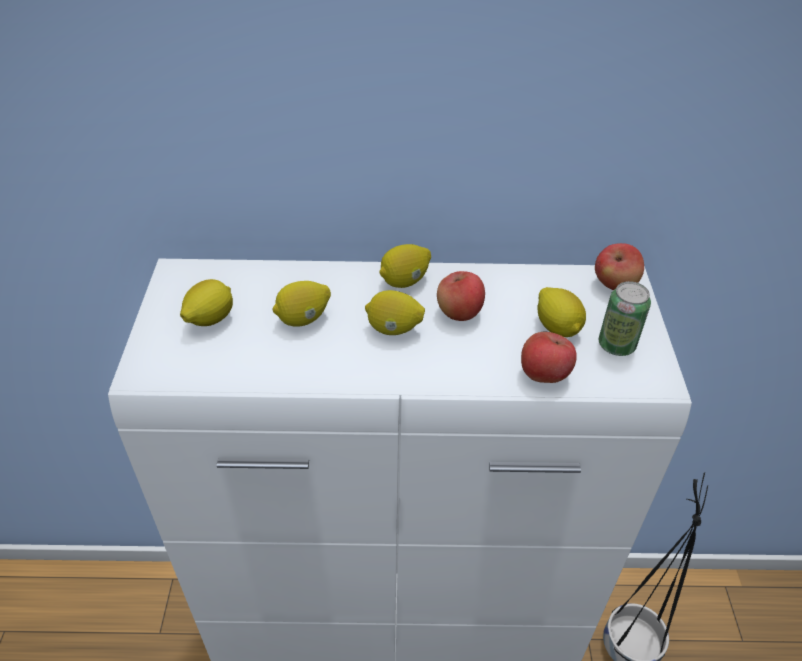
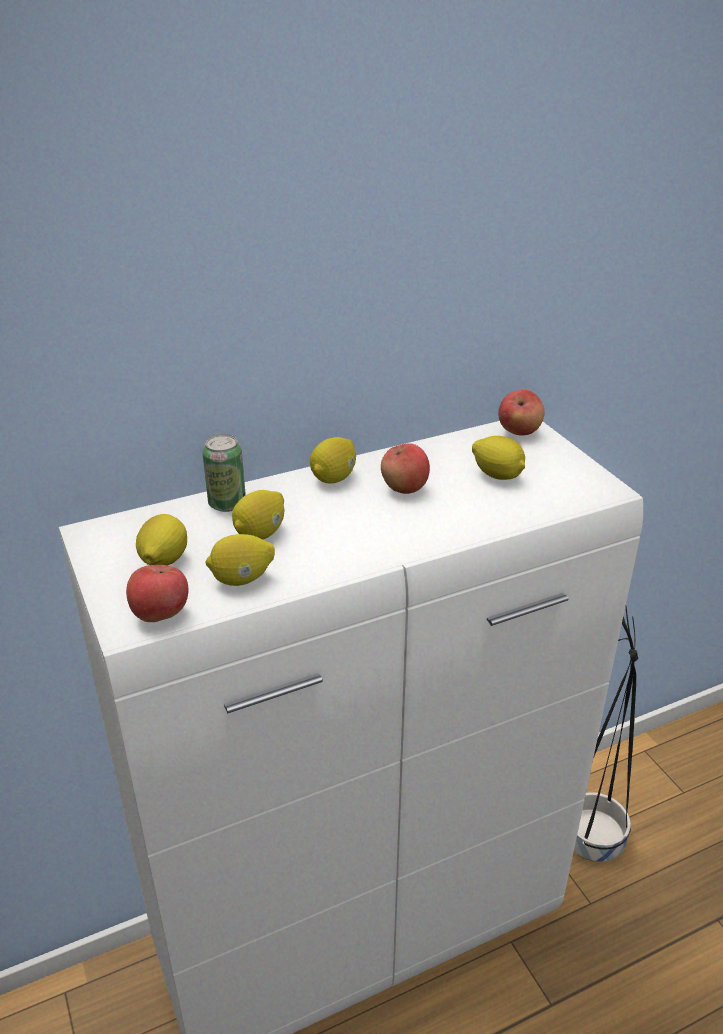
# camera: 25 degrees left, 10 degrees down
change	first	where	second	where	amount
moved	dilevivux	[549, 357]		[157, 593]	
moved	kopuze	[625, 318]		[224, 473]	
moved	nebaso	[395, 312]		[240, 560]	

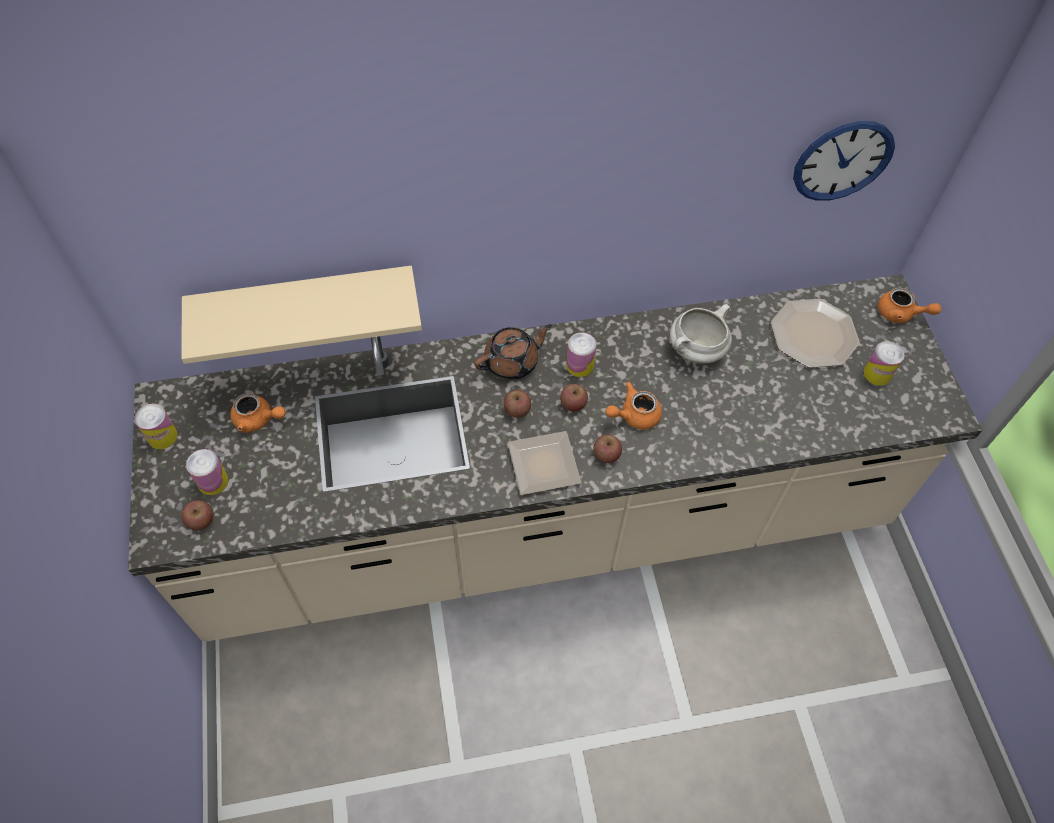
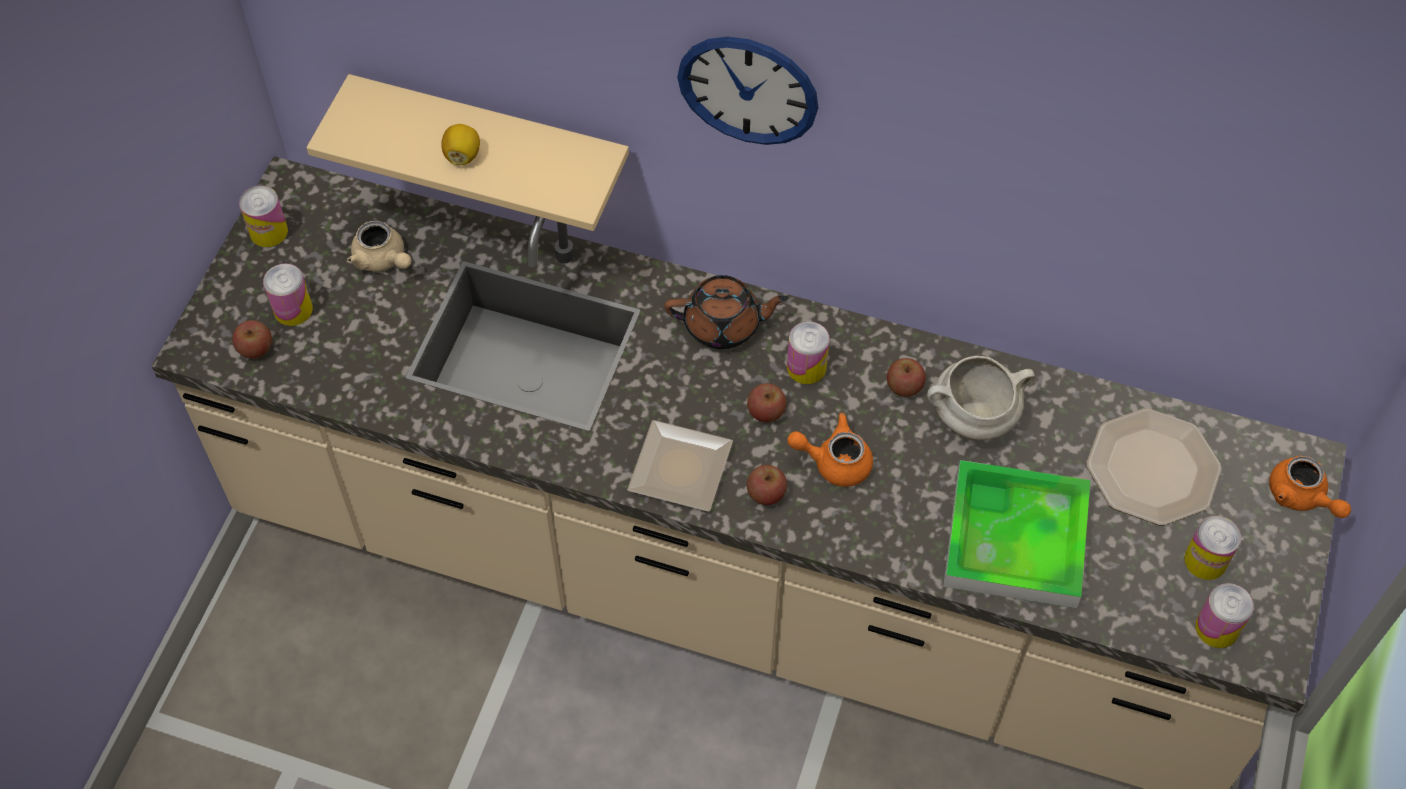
# camera: 30 degrees right, 0 degrees up
change	first	where	second	where	amount
recoloured	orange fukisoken	[258, 413]	beige fukisoken	[379, 246]	
added			nebaso	[460, 144]	
moved	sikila	[844, 161]		[748, 91]	
moved	dilevivux	[517, 404]		[906, 377]	
added			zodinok	[1016, 534]	
added			kopuze	[1224, 615]	

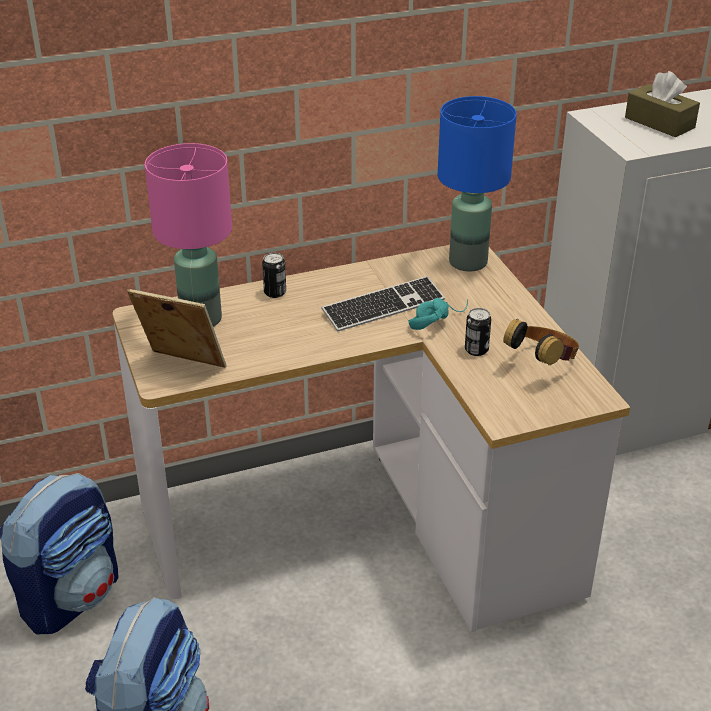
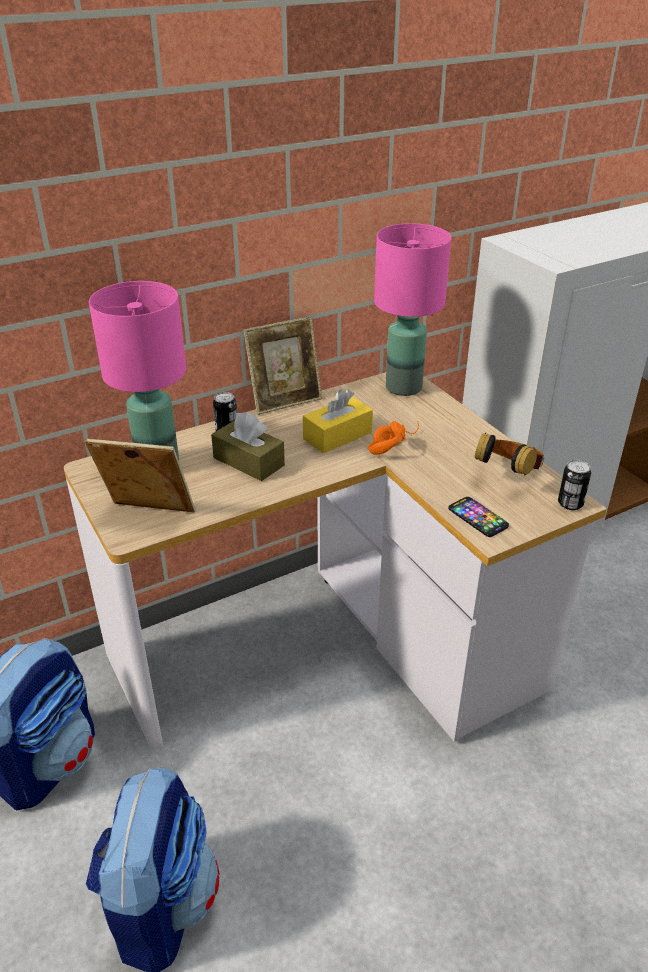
# camera: 10 degrees left, 0 degrees up
change	first	where	second	where	amount
moved	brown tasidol	[662, 104]		[248, 446]	
added			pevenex	[282, 366]	
replaced	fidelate	[383, 303]	yellow tasidol	[338, 421]	
recoloured	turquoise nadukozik	[438, 314]	orange nadukozik	[393, 438]	
recoloured	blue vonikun	[477, 183]	pink vonikun	[412, 309]	
added			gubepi	[478, 517]	
moved	kopuze	[478, 332]		[574, 485]	

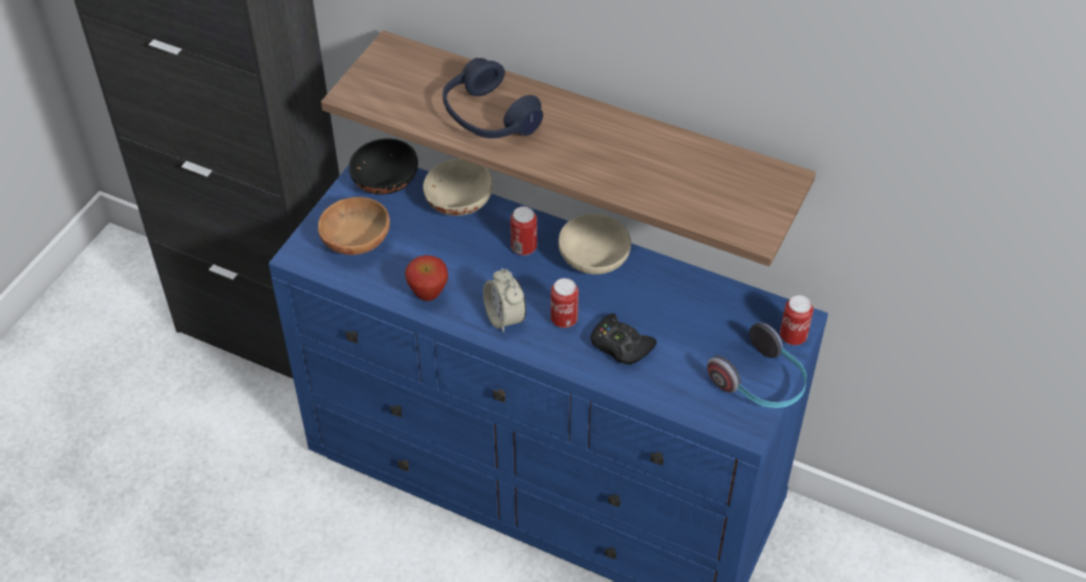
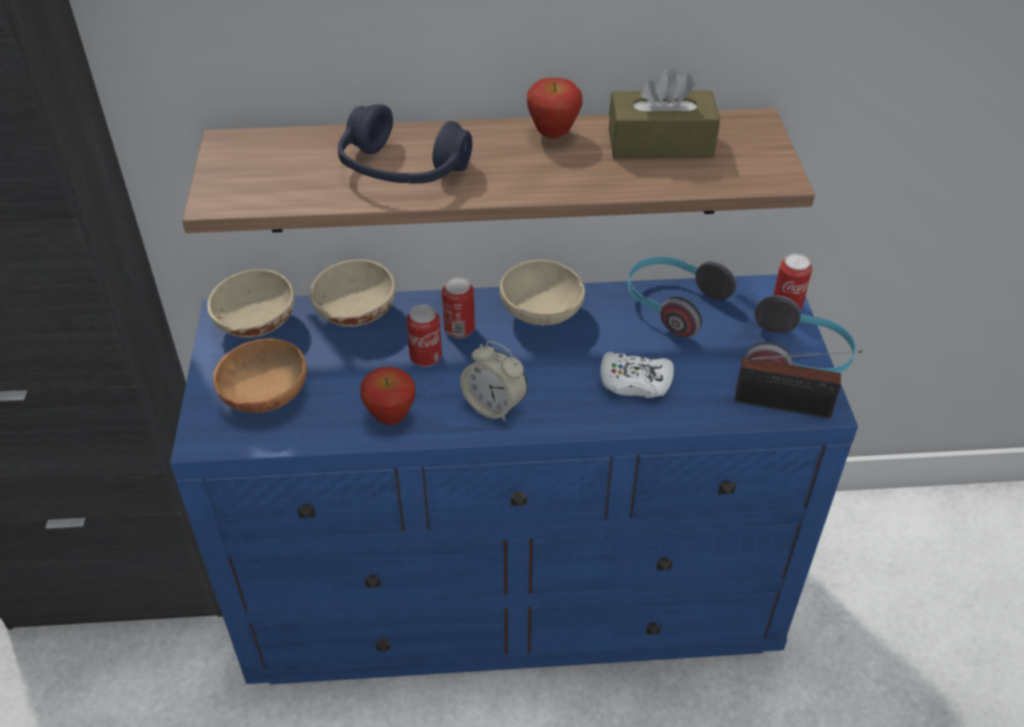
# camera: 30 degrees left, 5 degrees down
change	first	where	second	where	amount
recoloured	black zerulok	[383, 167]	beige zerulok	[251, 303]	
moved	kopuze	[565, 303]		[424, 336]	
added			dilevivux	[554, 108]	
recoloured	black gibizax	[623, 339]	white gibizax	[637, 375]	
added			brown tasidol	[664, 113]	
added			nadukozik	[682, 297]	
added			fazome	[798, 384]	

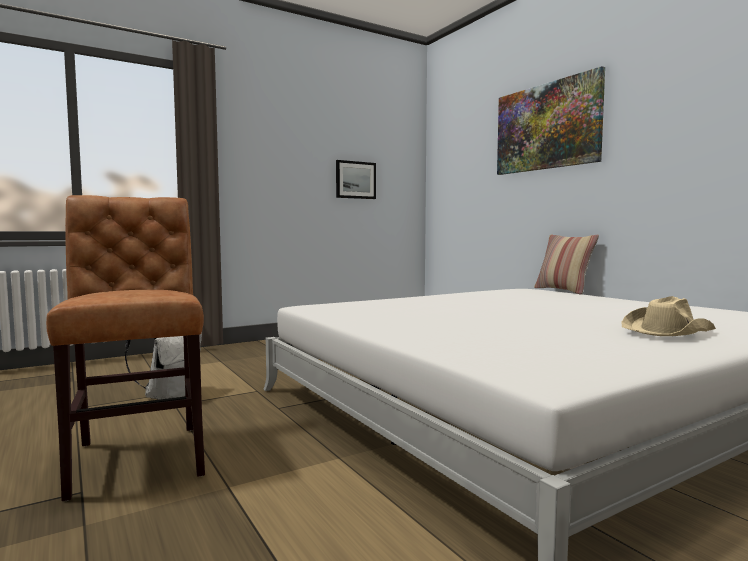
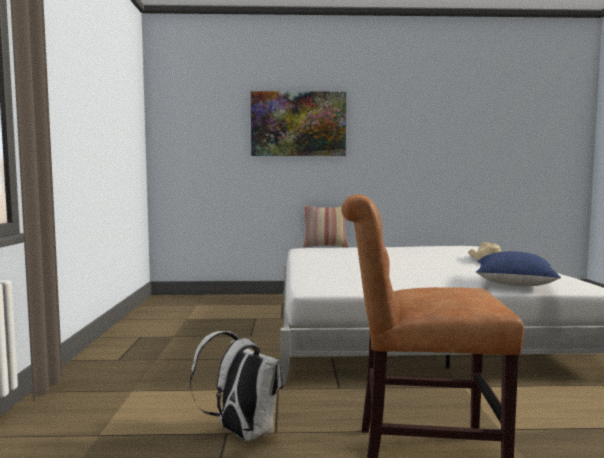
# camera: 60 degrees left, 0 degrees up
change	first	where	second	where	amount
added			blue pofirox	[518, 268]	
removed	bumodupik	[356, 179]			

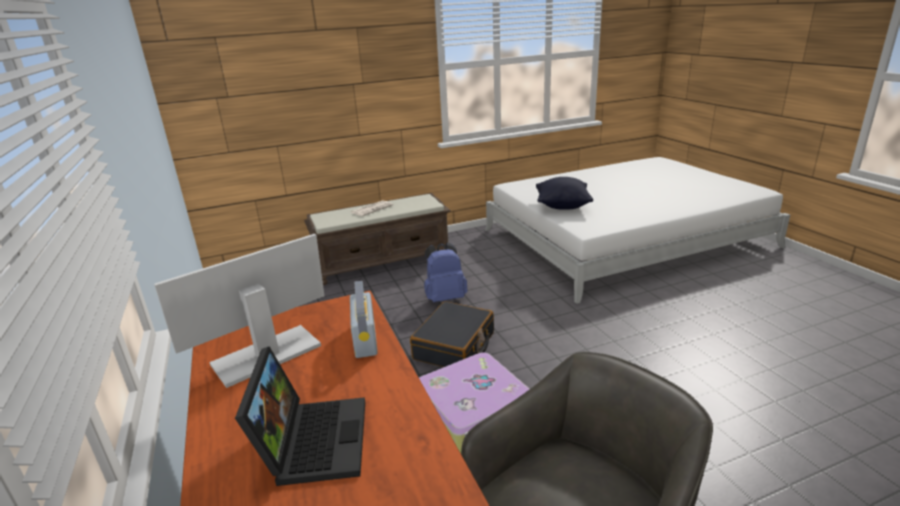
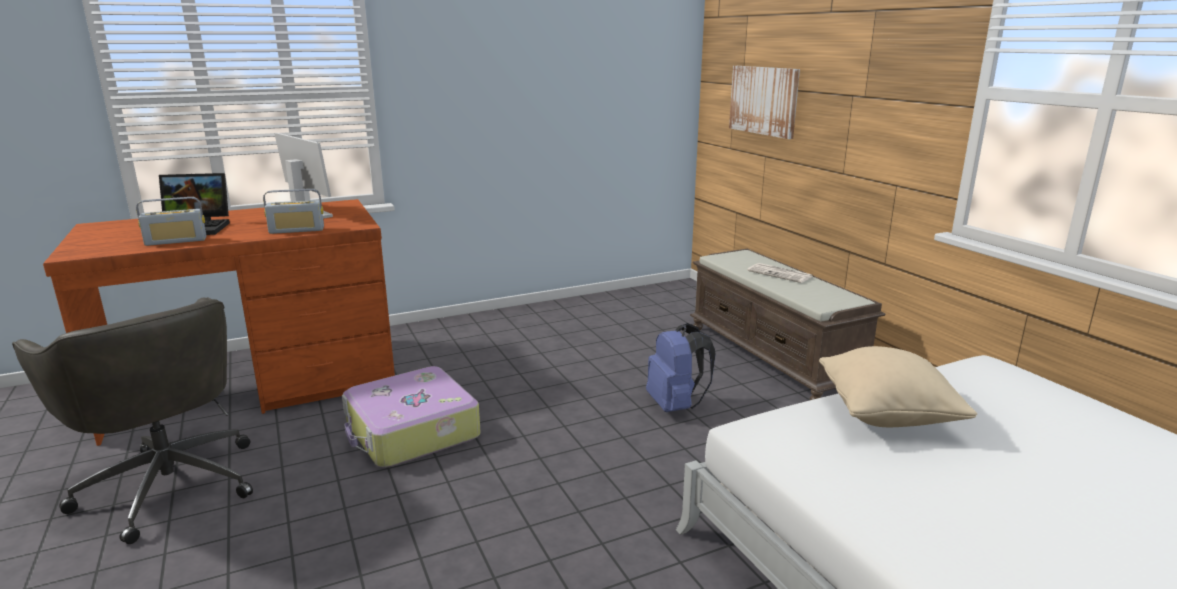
# camera: 85 degrees right, 5 degrees down
change	first	where	second	where	amount
added			fazome	[171, 221]	
added			bumodupik	[764, 102]	
recoloured	black pofirox	[564, 193]	beige pofirox	[898, 386]	
removed	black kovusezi	[452, 334]			

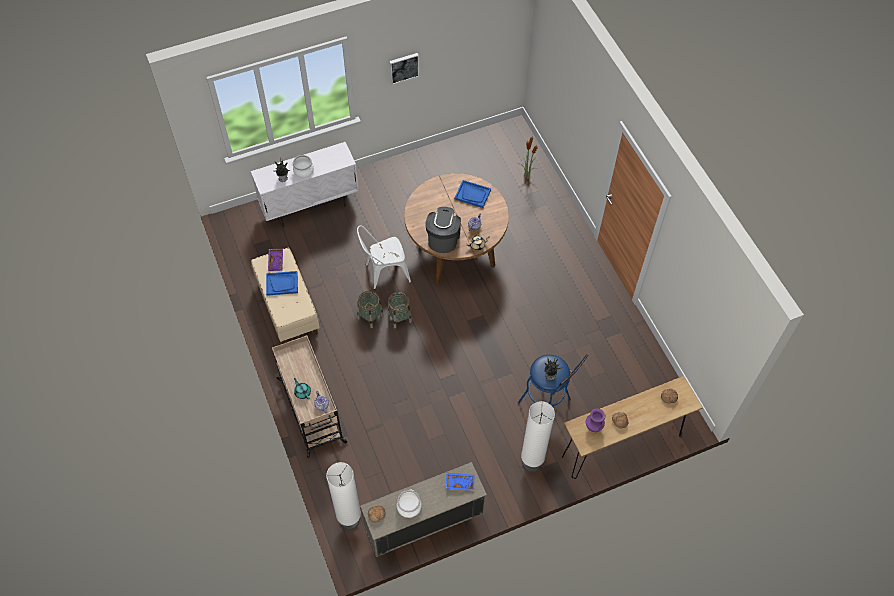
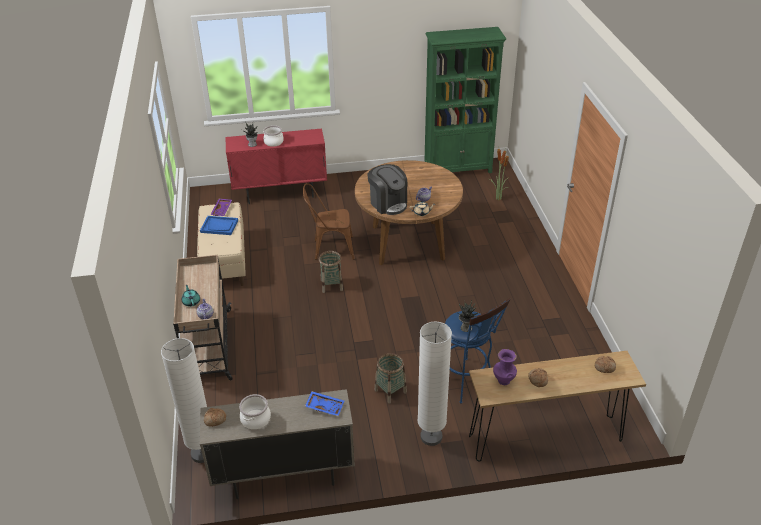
# camera: 15 degrees right, 20 degrees down
change	first	where	second	where	amount
recoloured	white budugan	[305, 184]	red budugan	[276, 166]	
recoloured	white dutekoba	[384, 257]	brown dutekoba	[328, 221]	
turned	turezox	[443, 230]		[387, 189]	120 degrees clockwise
moved	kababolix	[370, 309]		[391, 378]	
added			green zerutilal	[465, 100]	
removed	bumodupik	[404, 68]			
removed	blue zodinok	[473, 194]			

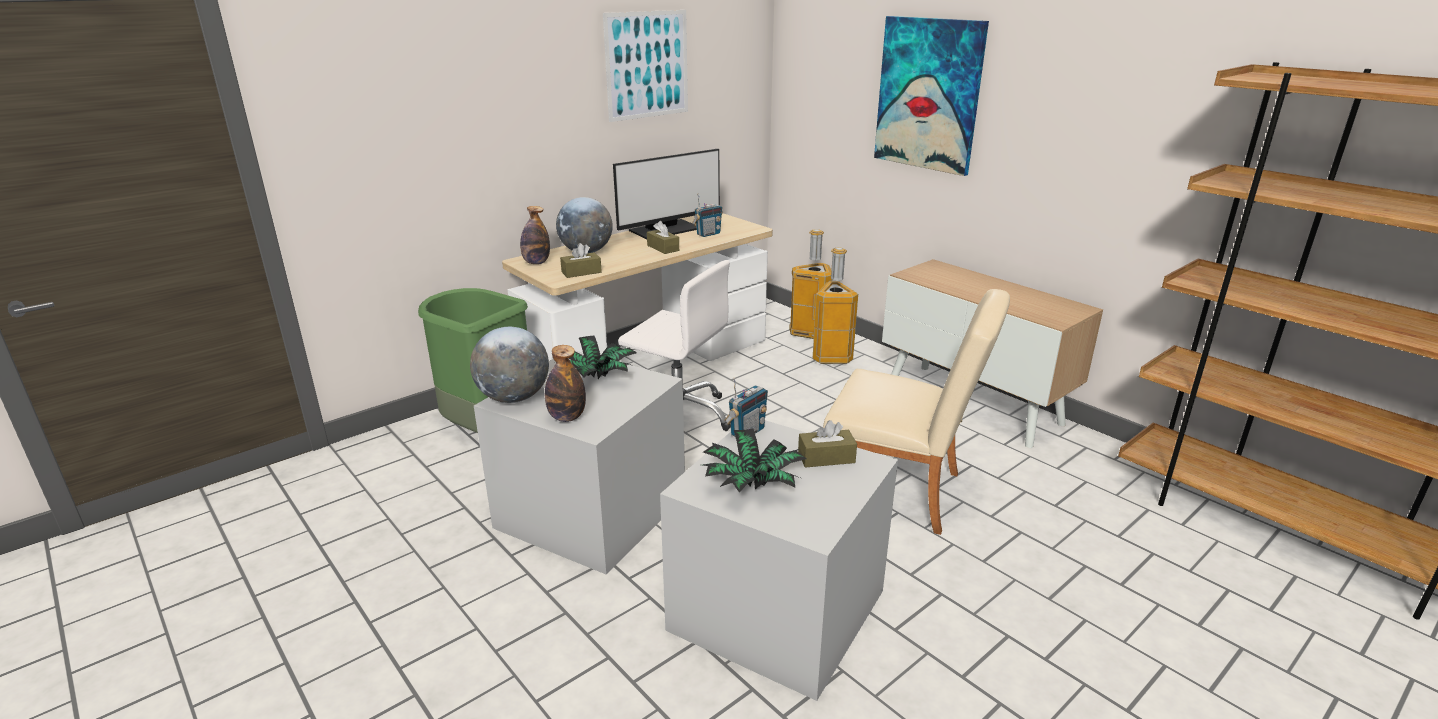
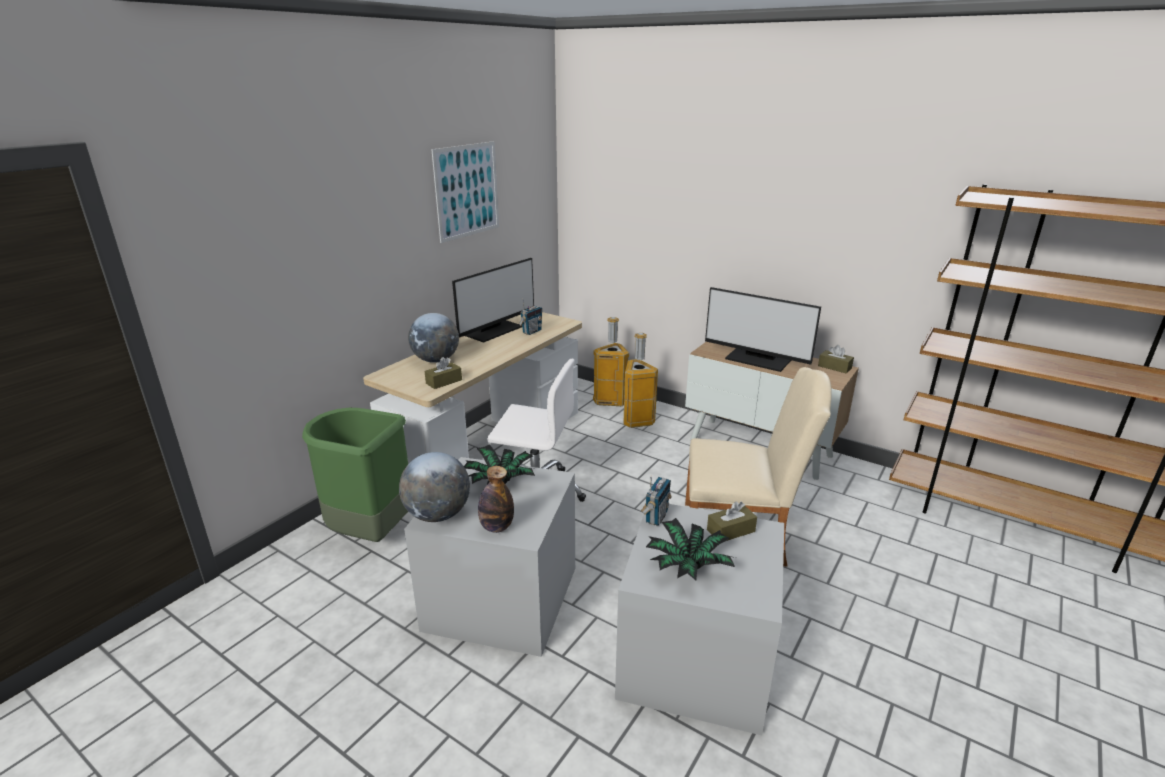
# camera: 15 degrees left, 0 degrees up
change	first	where	second	where	amount
added			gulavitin	[763, 329]	
moved	brown tasidol	[663, 237]		[836, 359]	
removed	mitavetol	[535, 235]			
removed	bumodupik	[931, 96]			

